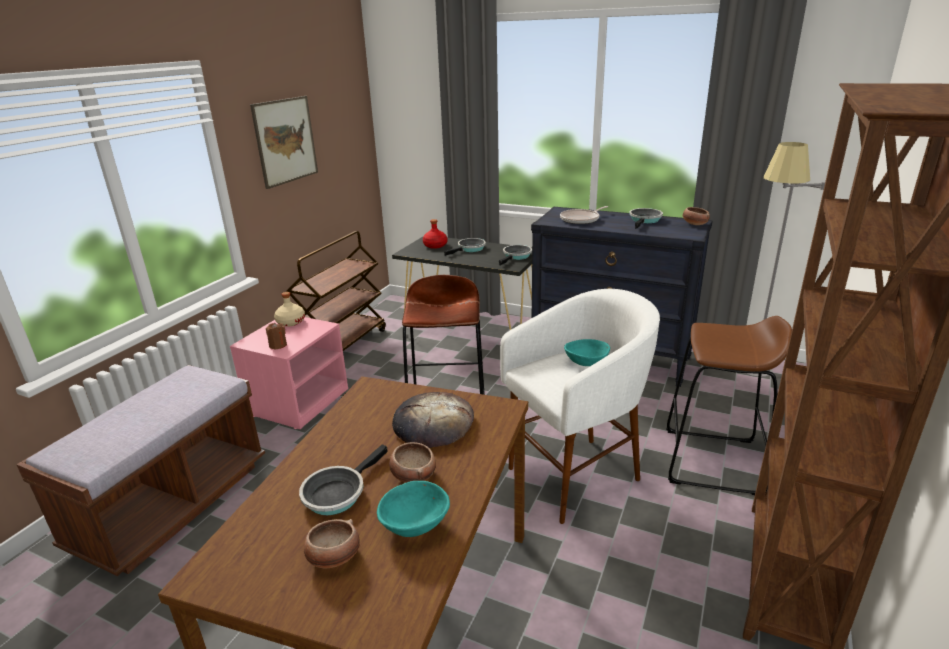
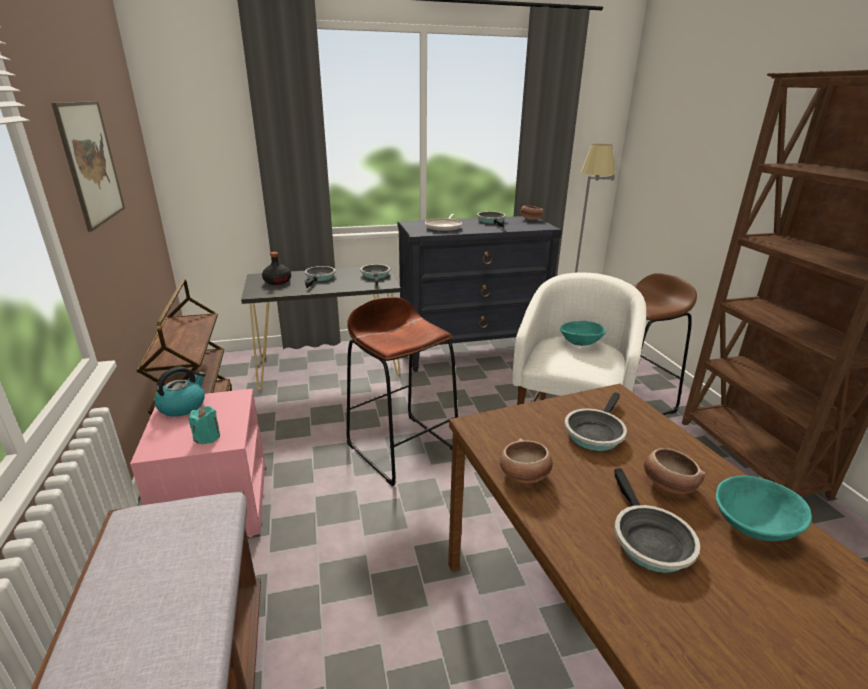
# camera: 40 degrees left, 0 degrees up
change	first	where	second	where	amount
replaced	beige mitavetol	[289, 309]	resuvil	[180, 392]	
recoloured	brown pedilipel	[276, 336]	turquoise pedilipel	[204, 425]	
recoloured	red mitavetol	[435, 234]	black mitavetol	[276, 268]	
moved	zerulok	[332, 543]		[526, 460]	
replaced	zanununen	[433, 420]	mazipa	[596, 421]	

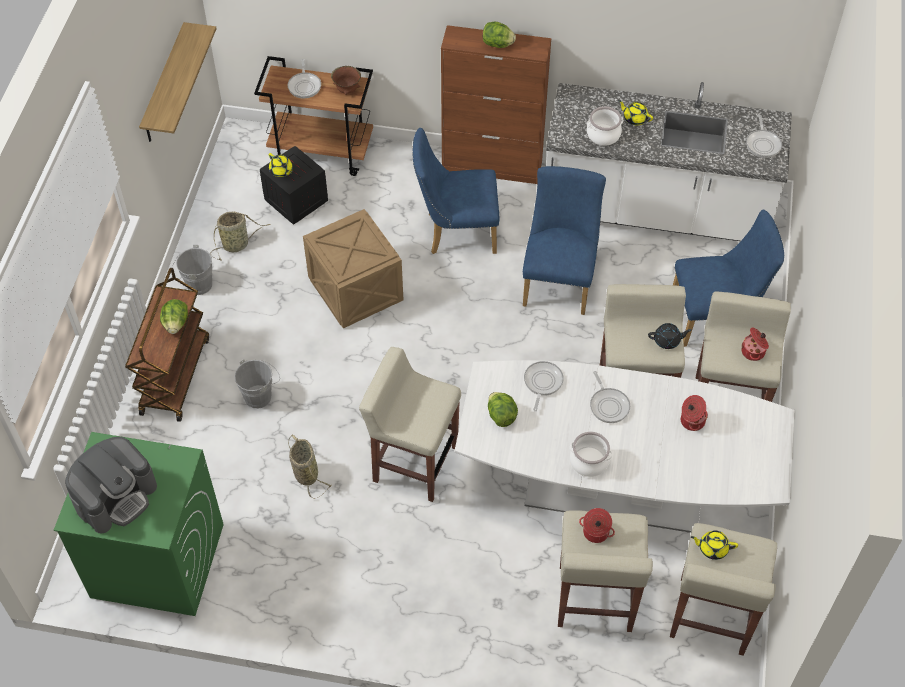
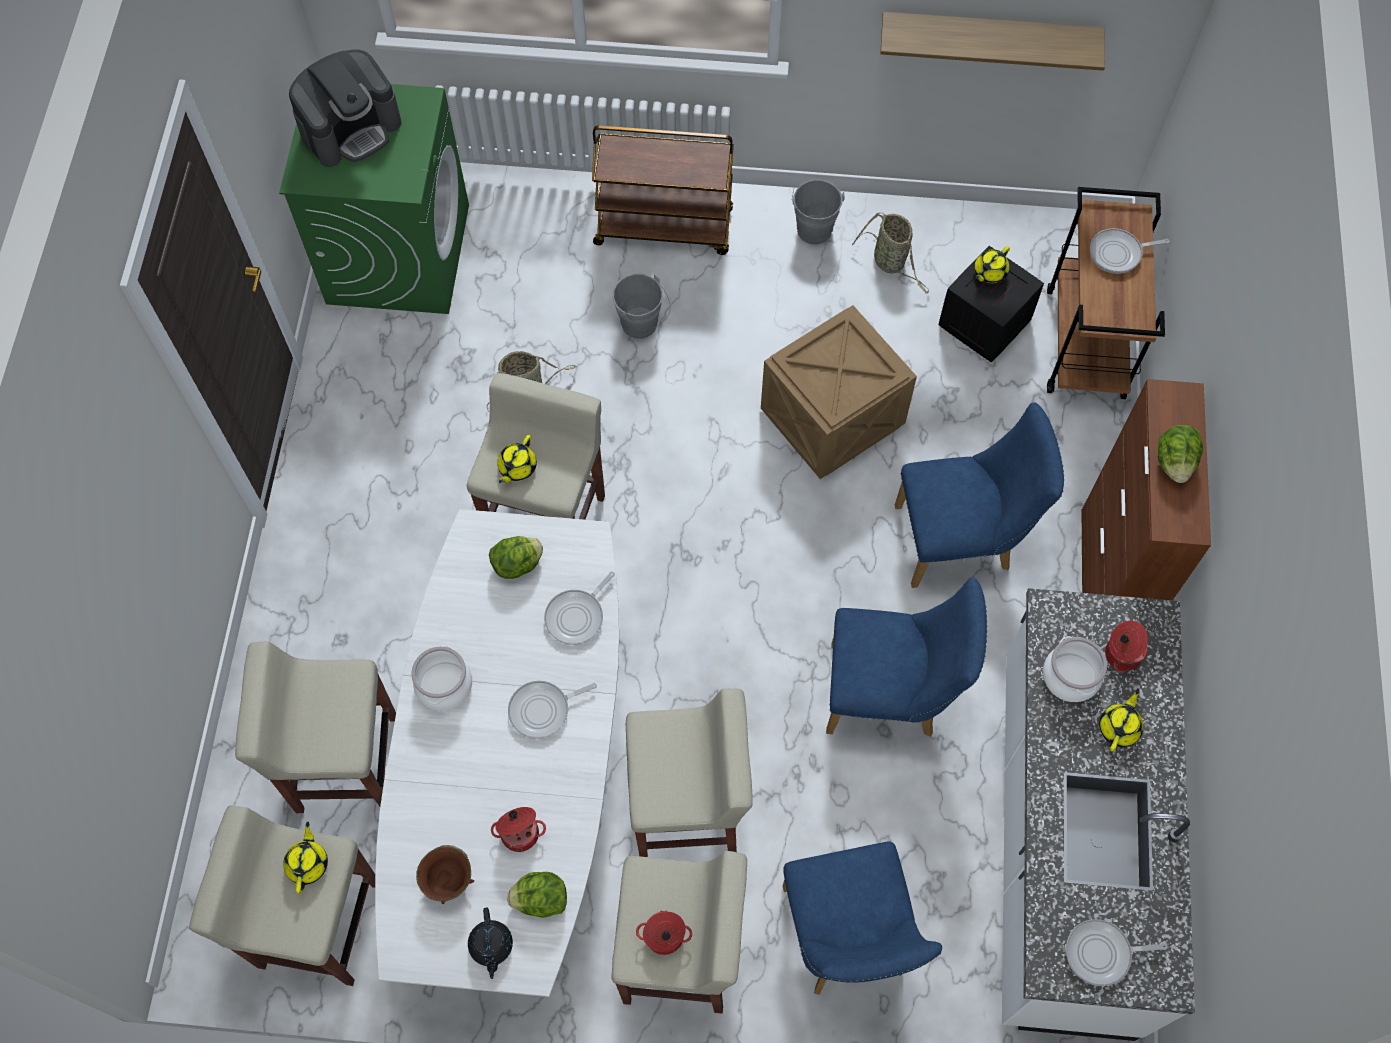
# camera: 85 degrees right, 10 degrees up
change	first	where	second	where	amount
turned	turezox	[111, 485]		[345, 108]	75 degrees counterclockwise
moved	brown zerulok	[346, 80]		[445, 874]	
moved	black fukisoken	[670, 336]		[490, 943]	
added			yellow fukisoken	[517, 459]	
moved	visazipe	[174, 316]		[537, 895]	
turned	mazipa	[544, 386]		[579, 608]	120 degrees clockwise
turned	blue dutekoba	[456, 191]		[979, 495]	90 degrees clockwise
moved	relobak	[597, 525]		[1126, 647]	

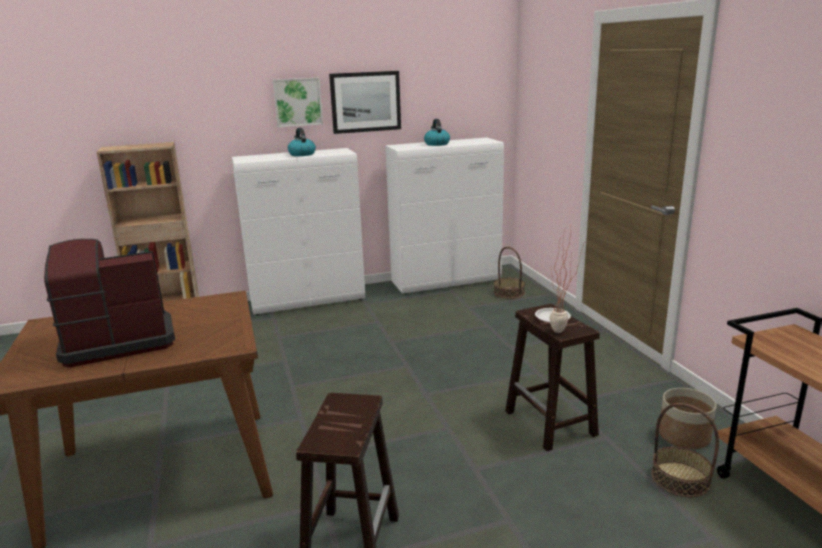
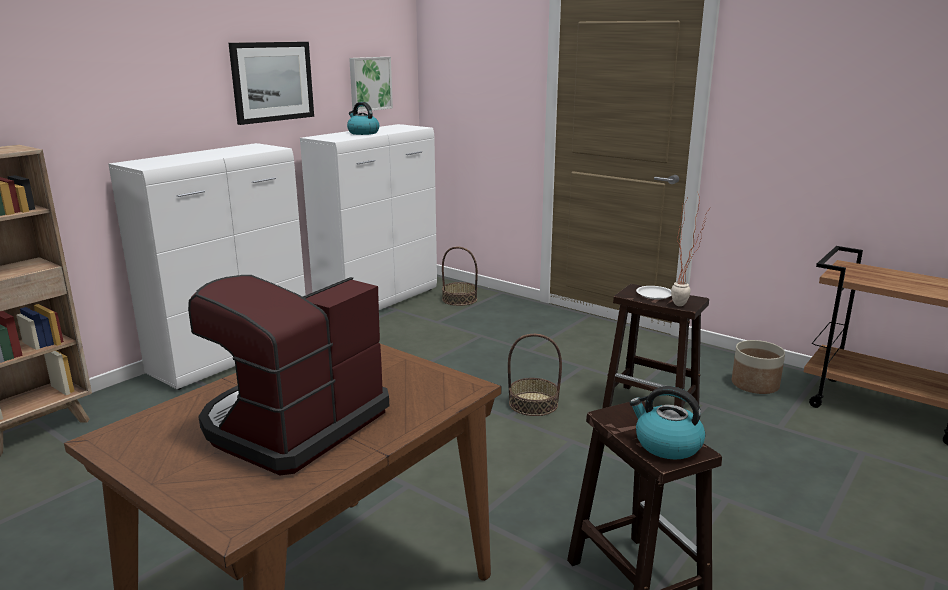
# camera: 35 degrees left, 0 degrees up
change	first	where	second	where	amount
moved	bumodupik	[298, 103]		[371, 84]	
moved	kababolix	[685, 450]		[535, 375]	
moved	resuvil	[302, 142]		[667, 423]	

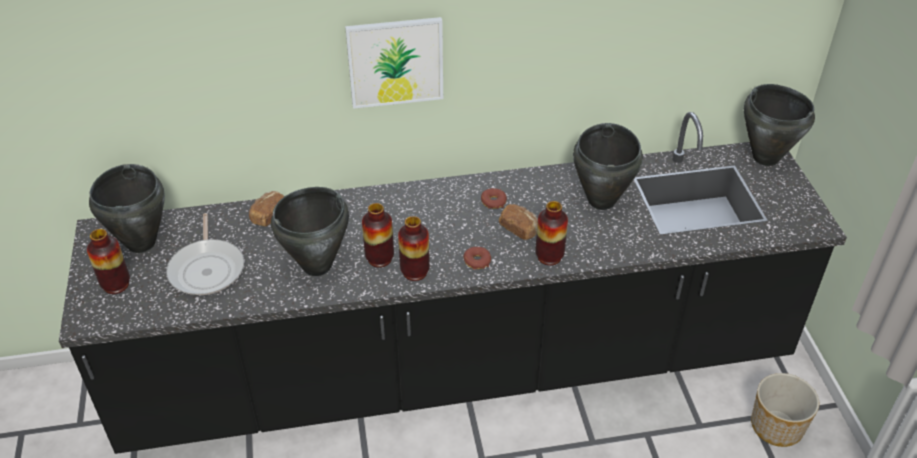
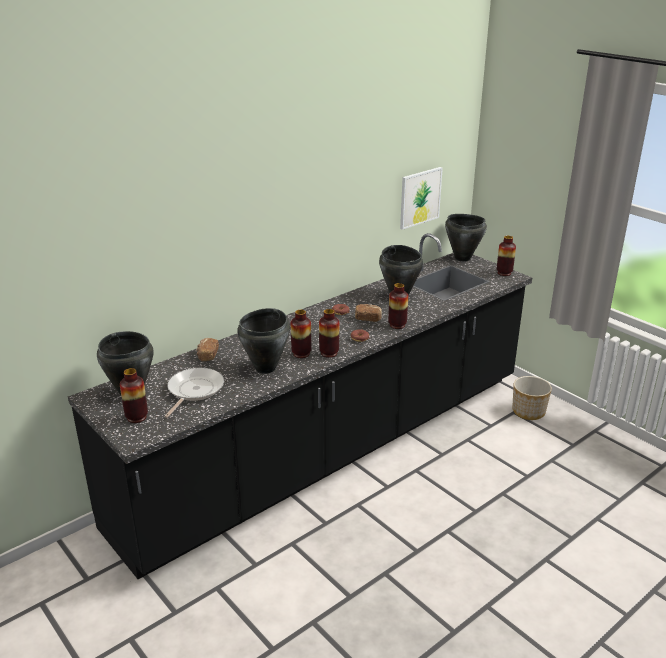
# camera: 30 degrees left, 15 degrees down
change	first	where	second	where	amount
turned	mazipa	[205, 254]		[194, 393]	120 degrees counterclockwise
moved	bumodupik	[394, 63]		[421, 198]	
added			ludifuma	[506, 256]	

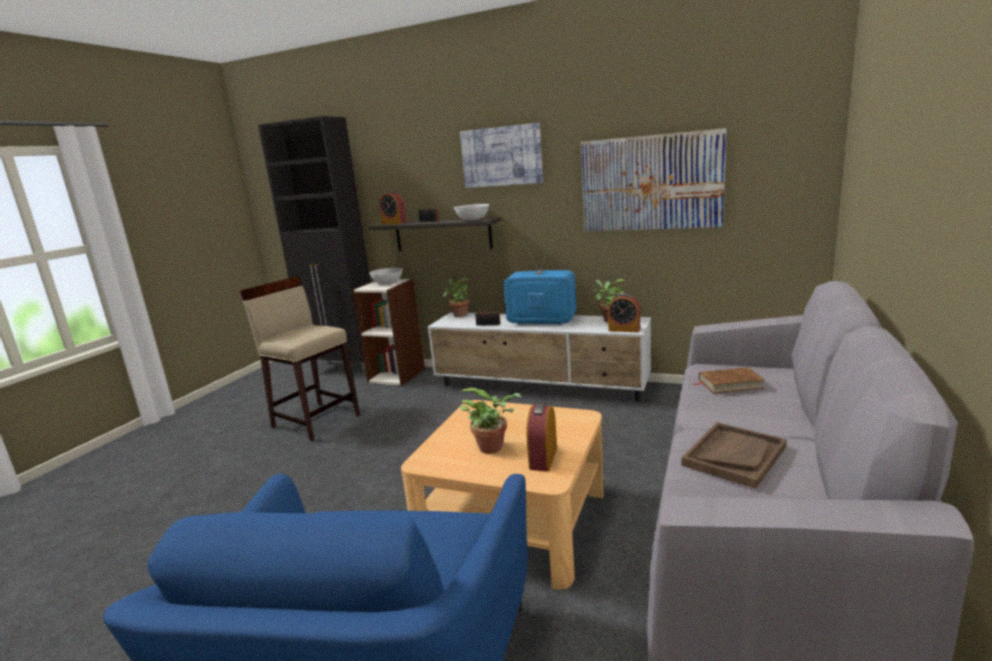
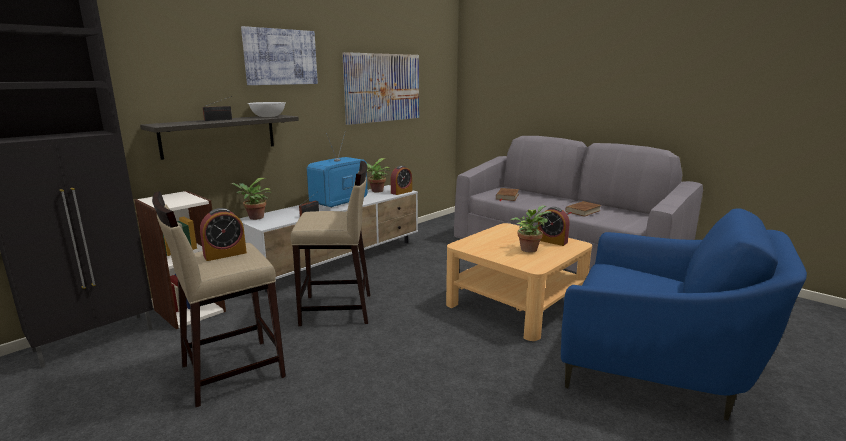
# camera: 70 degrees left, 0 degrees up
change	first	where	second	where	amount
moved	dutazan	[393, 207]		[223, 234]	
added			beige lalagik	[331, 243]	
replaced	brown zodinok	[734, 455]	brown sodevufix	[583, 209]	
removed	white zerulok	[386, 276]			

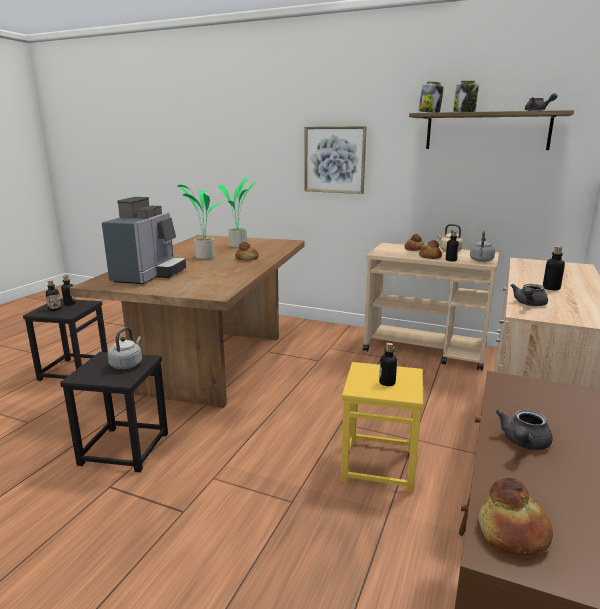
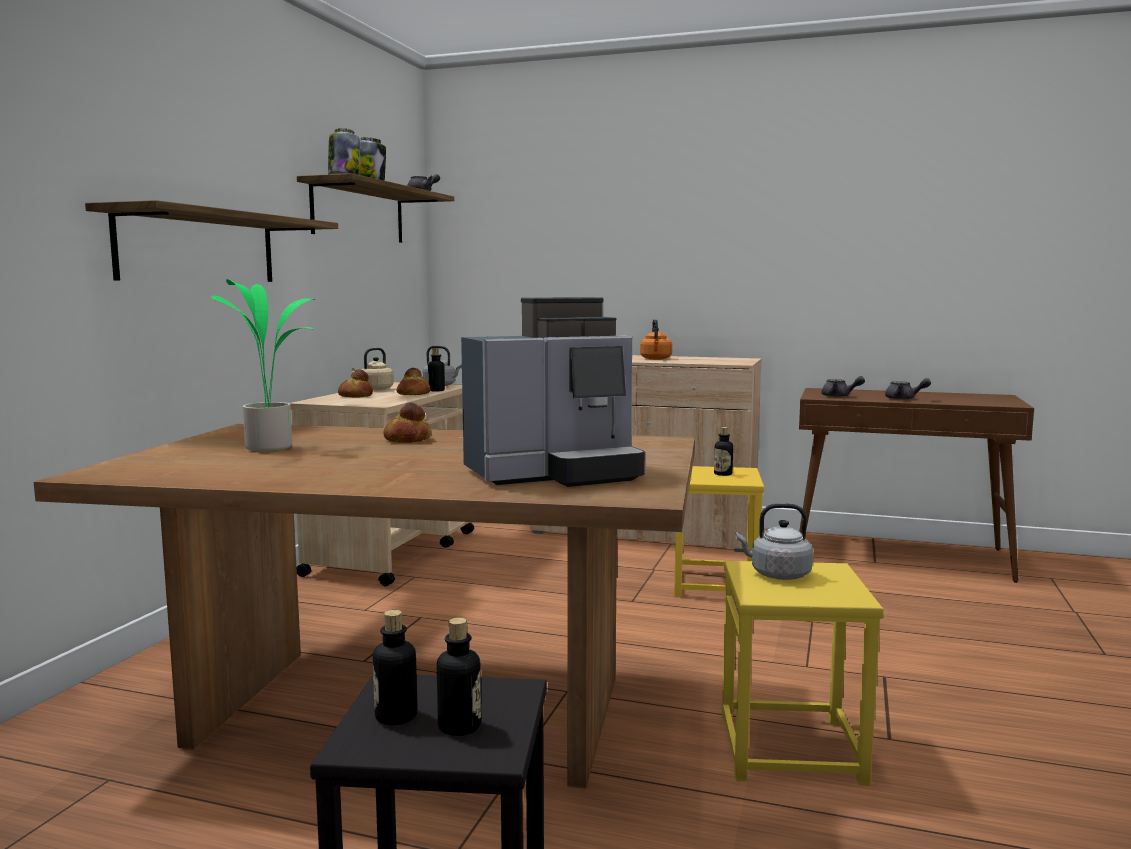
# camera: 95 degrees left, 10 degrees down
change	first	where	second	where	amount
replaced	bumodupik	[335, 160]	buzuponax	[211, 241]	
turned	turezox	[144, 240]		[553, 392]	150 degrees clockwise
replaced	mitavetol	[554, 268]	orange resuvil	[656, 339]	
recoloured	black lalagik	[114, 412]	yellow lalagik	[803, 673]	
moved	grey fukisoken	[529, 295]		[843, 386]	
removed	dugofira	[200, 222]			
removed	zanununen	[516, 517]			

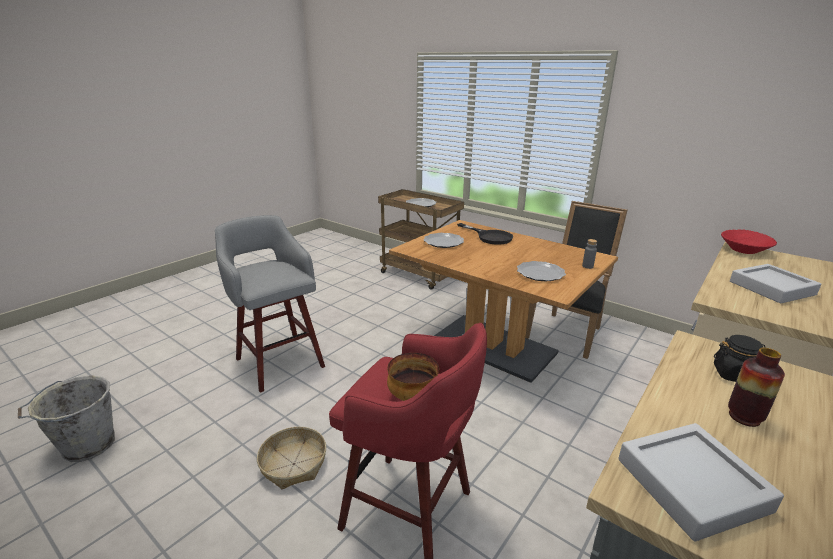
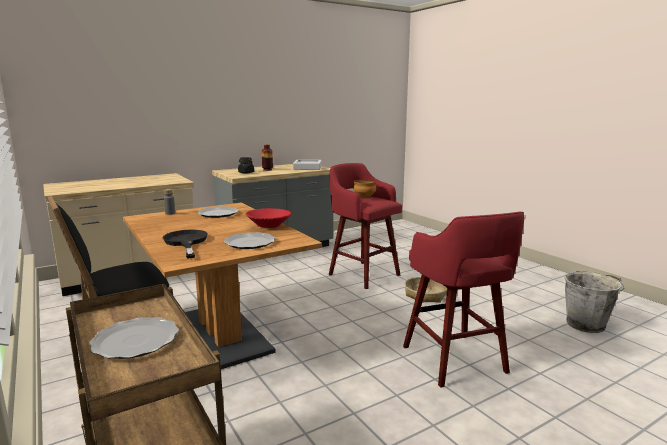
# camera: 160 degrees left, 10 degrees down
change	first	where	second	where	amount
moved	red zerulok	[749, 241]		[268, 218]	
recoloured	grey lalagik	[270, 304]	red lalagik	[463, 300]	
removed	grey zodinok	[775, 283]			

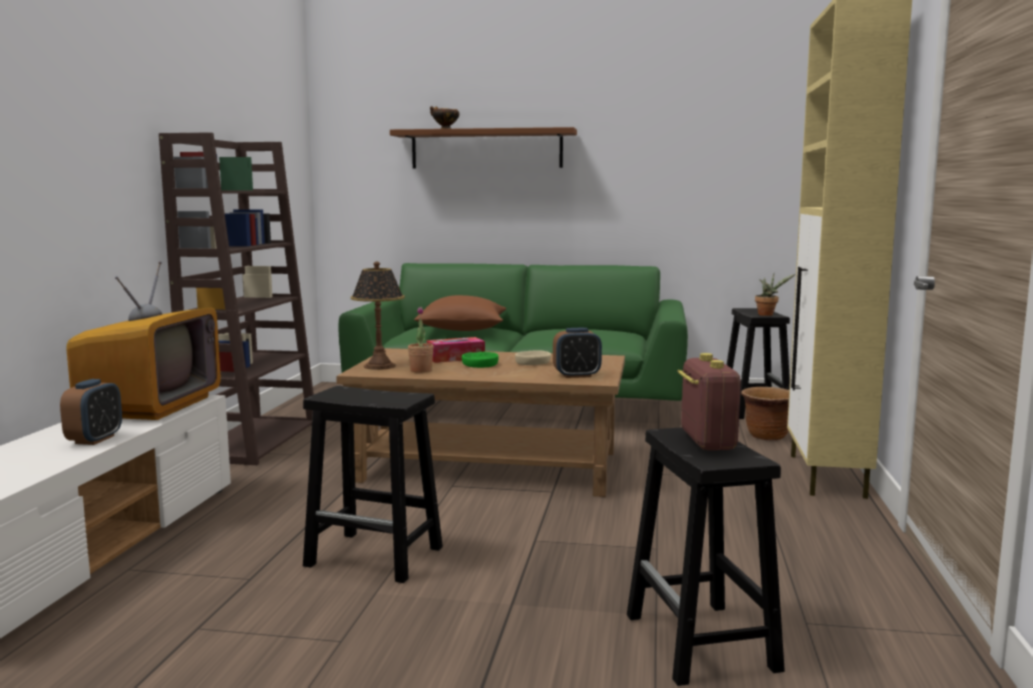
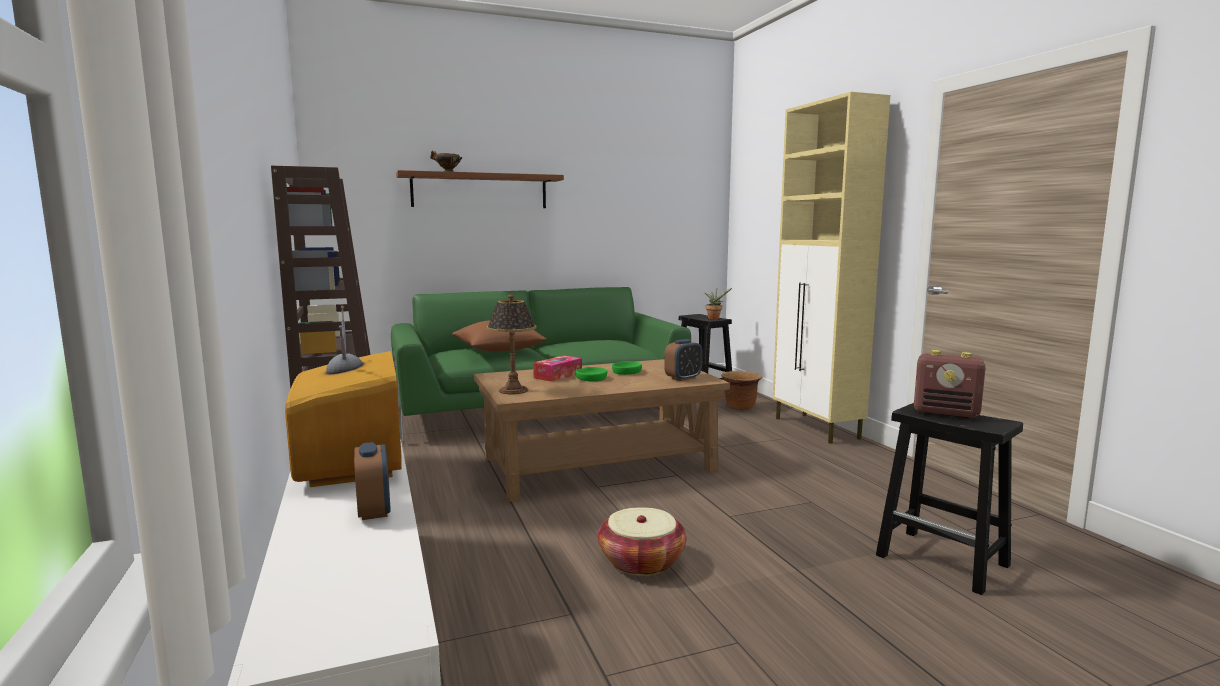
# camera: 30 degrees left, 0 degrees up
change	first	where	second	where	amount
replaced	black lalagik	[373, 484]	kababolix	[642, 541]	
recoloured	beige zerulok	[533, 357]	green zerulok	[627, 368]	
turned	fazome	[709, 401]		[950, 384]	150 degrees clockwise
removed	dugofira	[420, 340]			

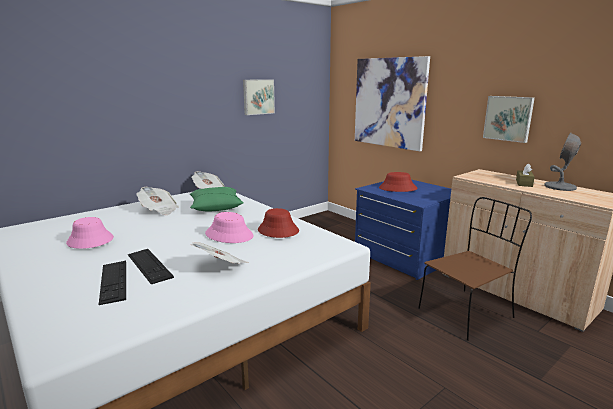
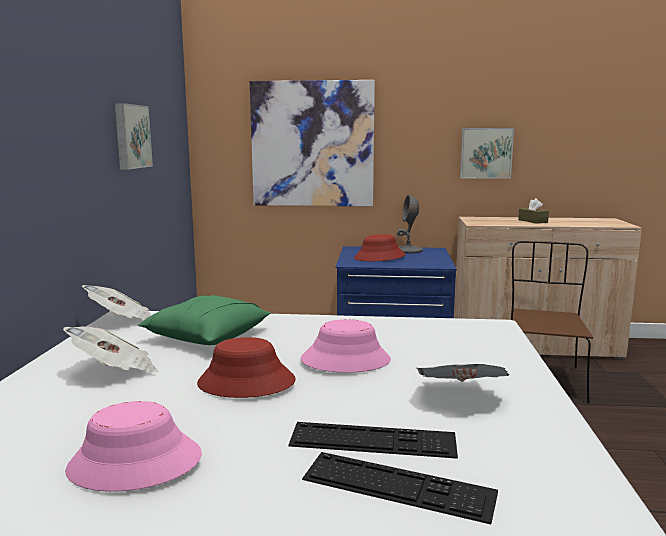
# camera: 45 degrees left, 5 degrees down
change	first	where	second	where	amount
moved	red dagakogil	[278, 223]		[246, 367]	
moved	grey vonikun	[562, 162]		[410, 223]	

